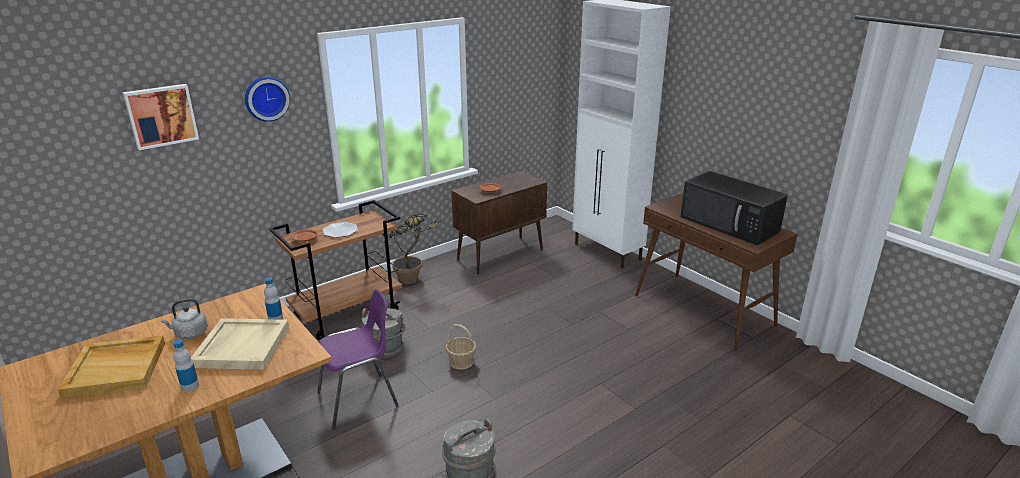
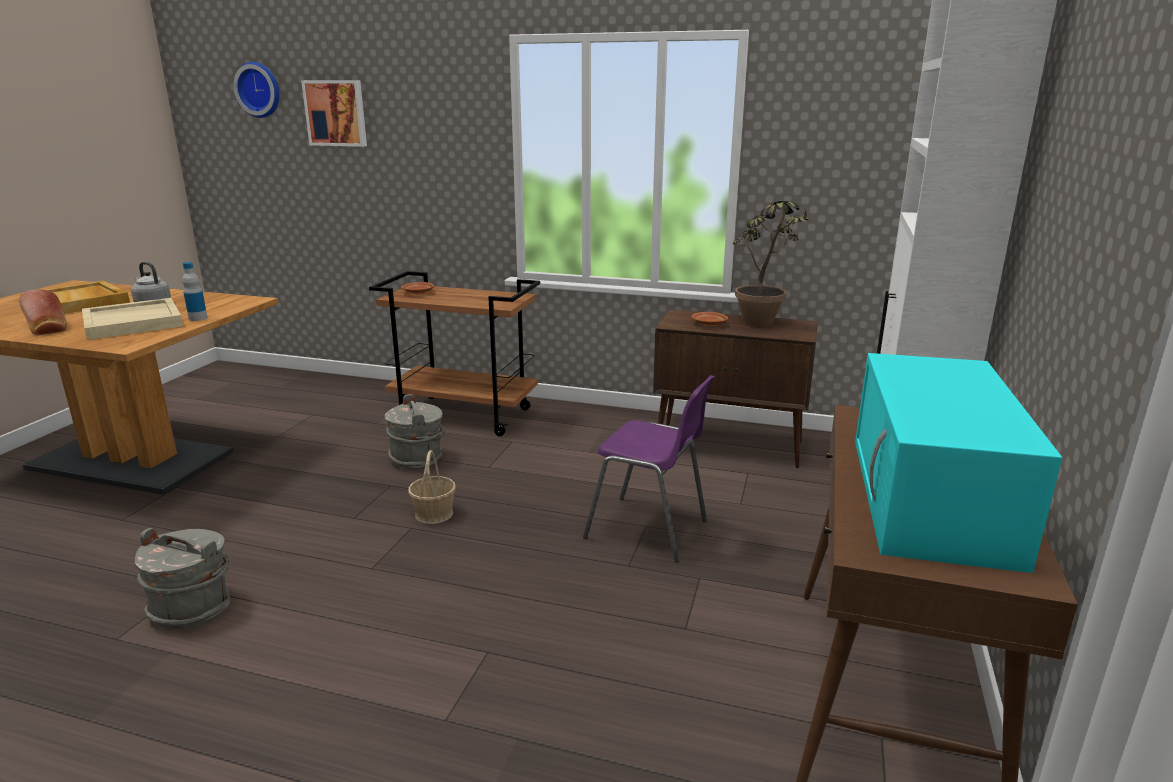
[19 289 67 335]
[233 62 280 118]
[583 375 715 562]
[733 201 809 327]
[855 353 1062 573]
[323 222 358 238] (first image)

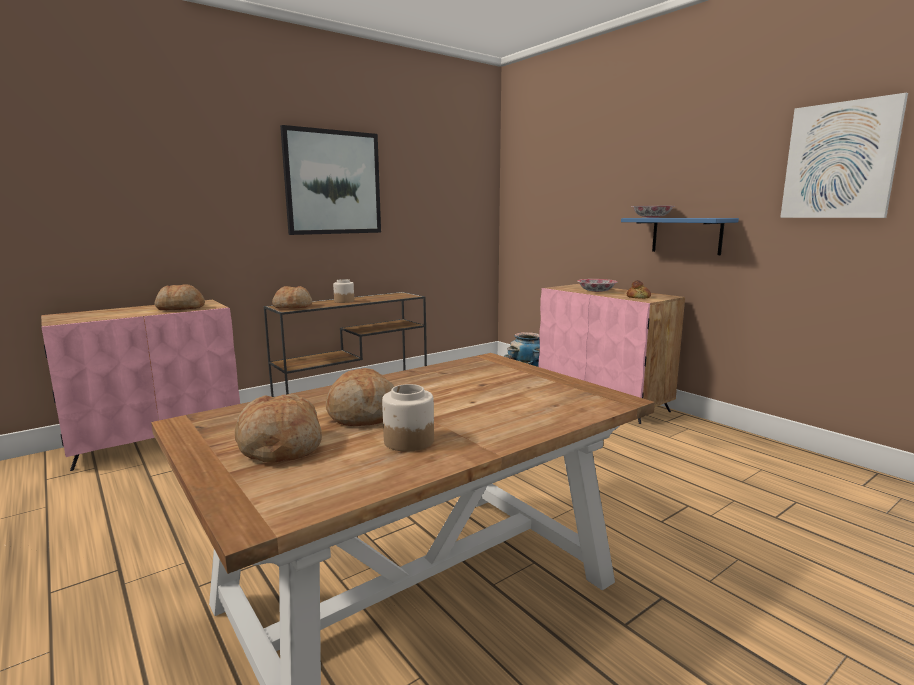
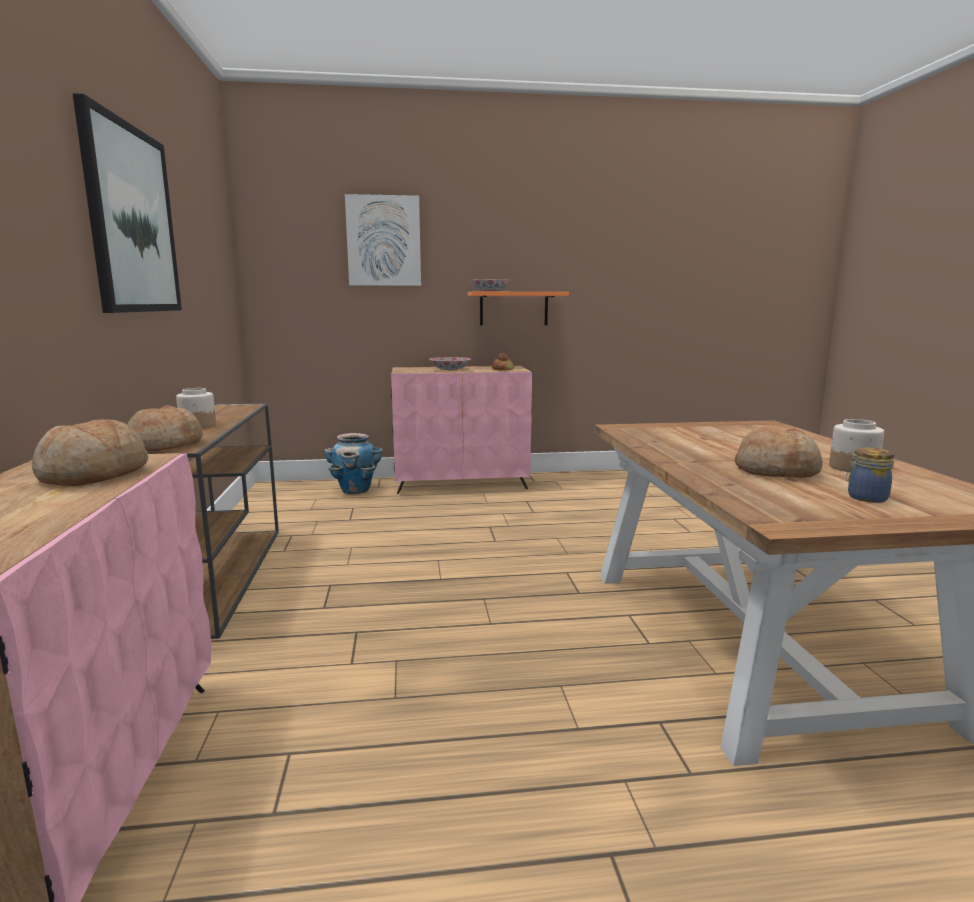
[345 194 421 286]
[468 292 569 326]
[846 447 895 503]

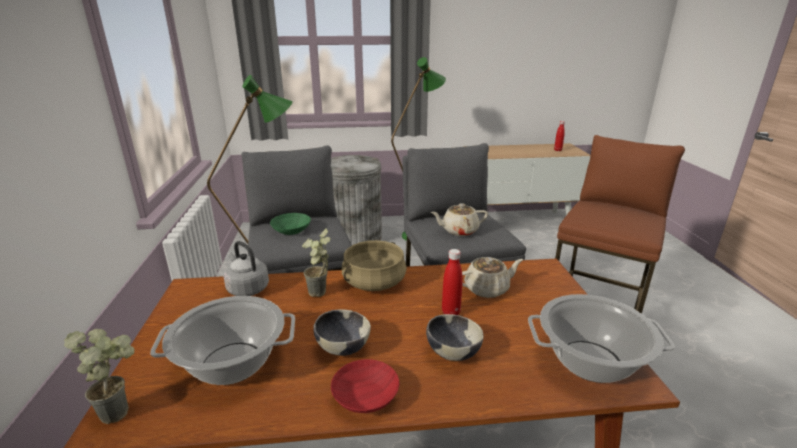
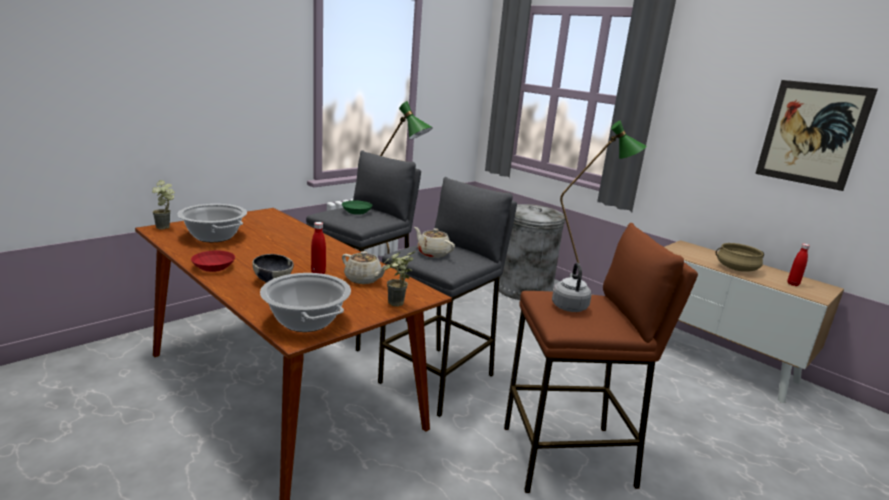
[383 251 416 307]
[552 263 591 312]
[716 243 764 272]
[755 80 878 191]
[313 310 371 356] (first image)

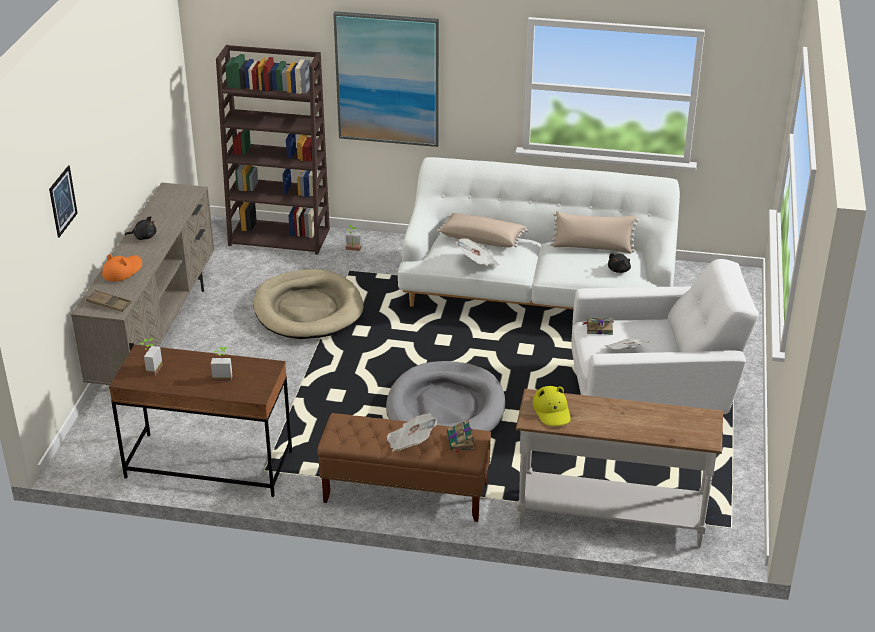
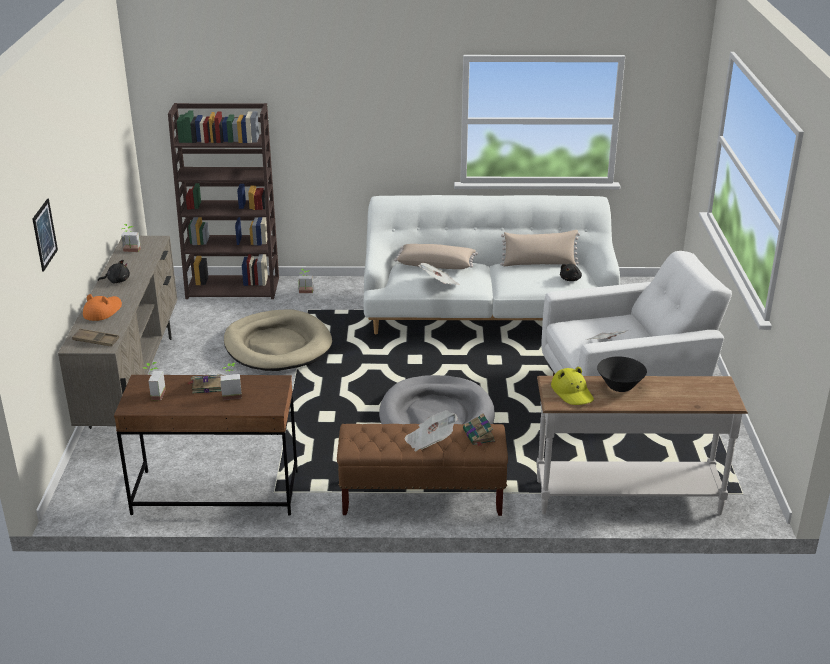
[121 224 141 252]
[188 374 222 394]
[597 356 647 392]
[333 11 439 147] (first image)

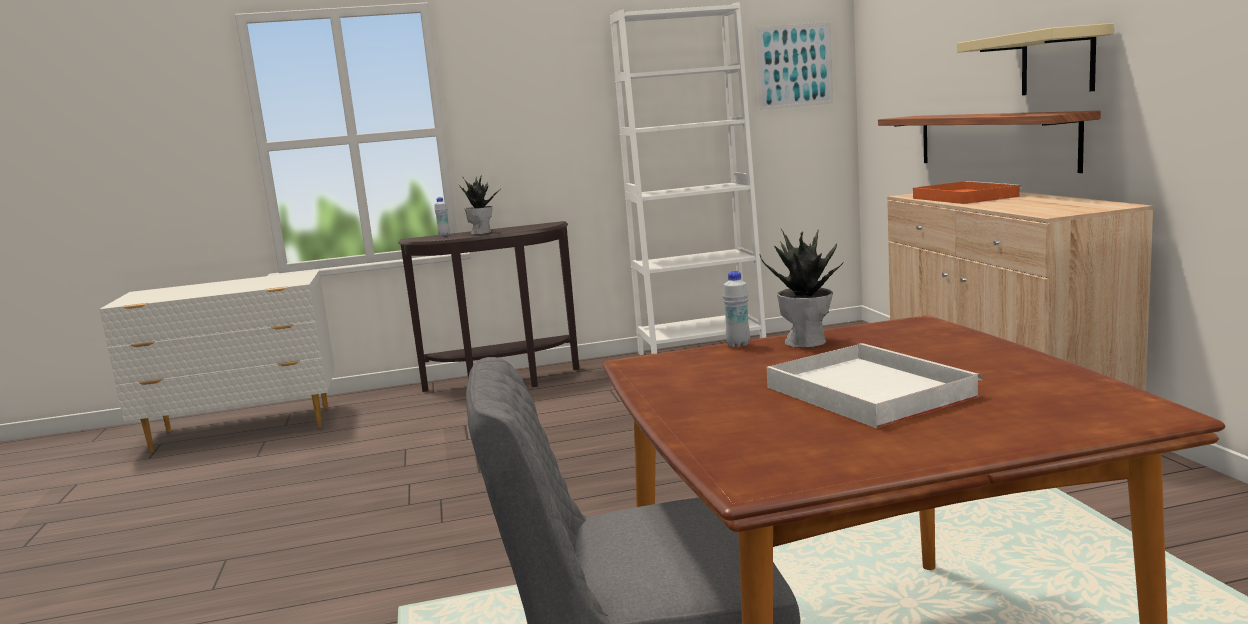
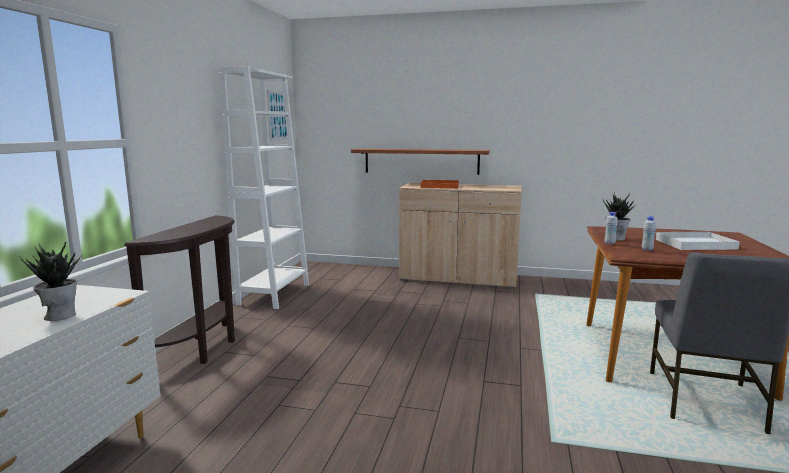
[20 241 82 321]
[642 216 656 251]
[957 23 1114 95] (first image)

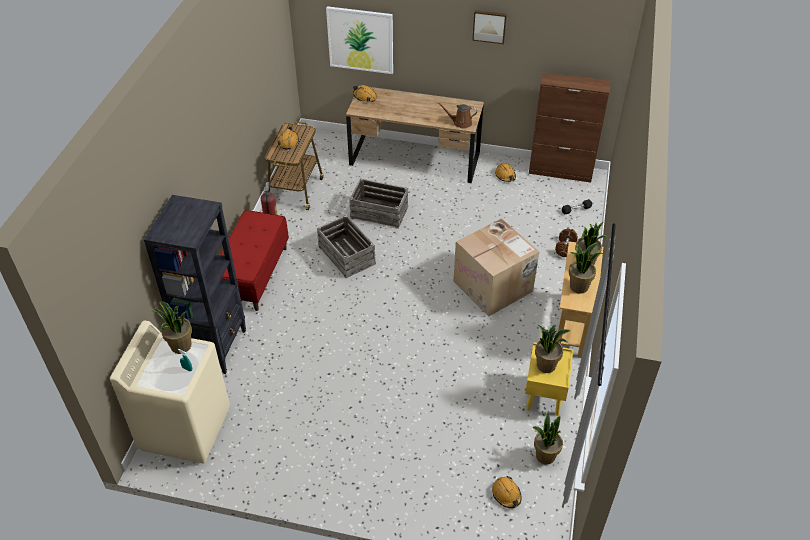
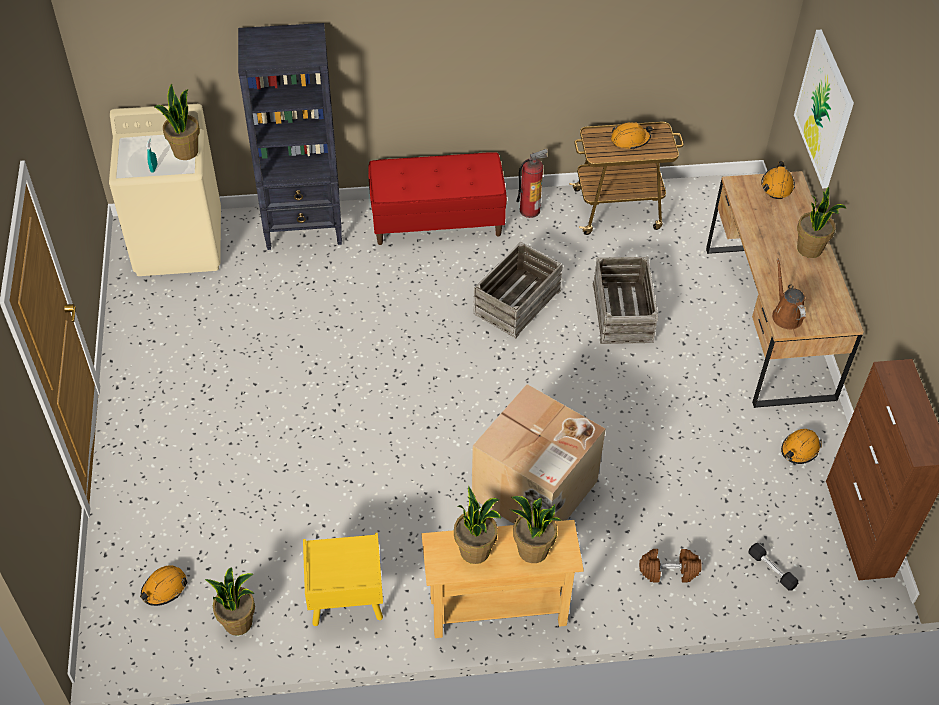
[797 187 847 258]
[472 10 507 44] (first image)

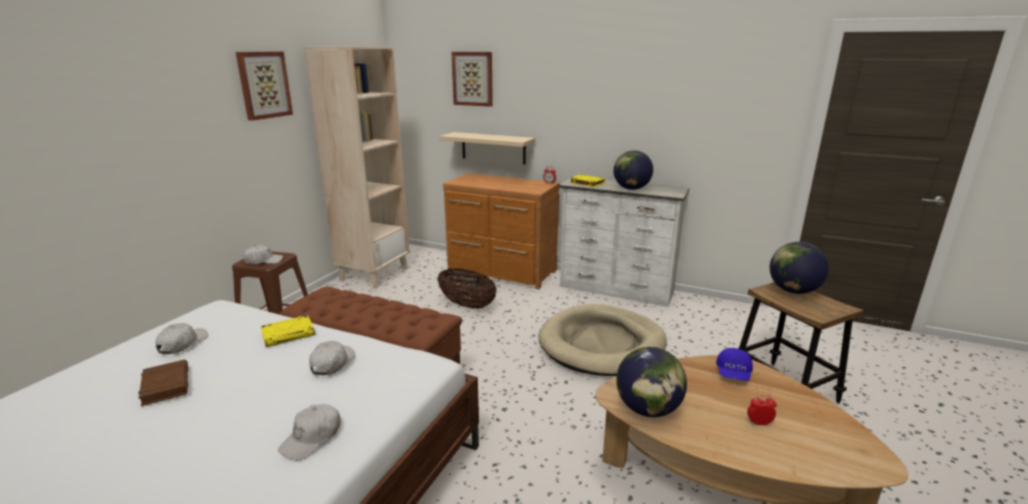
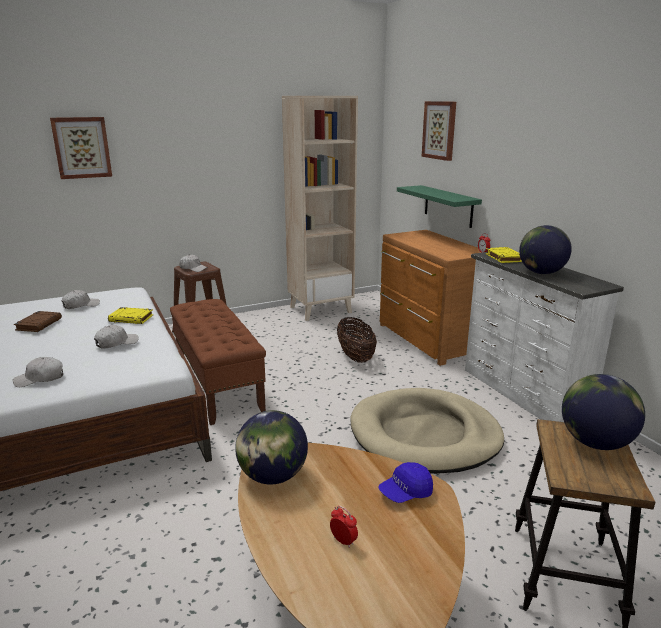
[50 117 112 179]
[397 185 482 228]

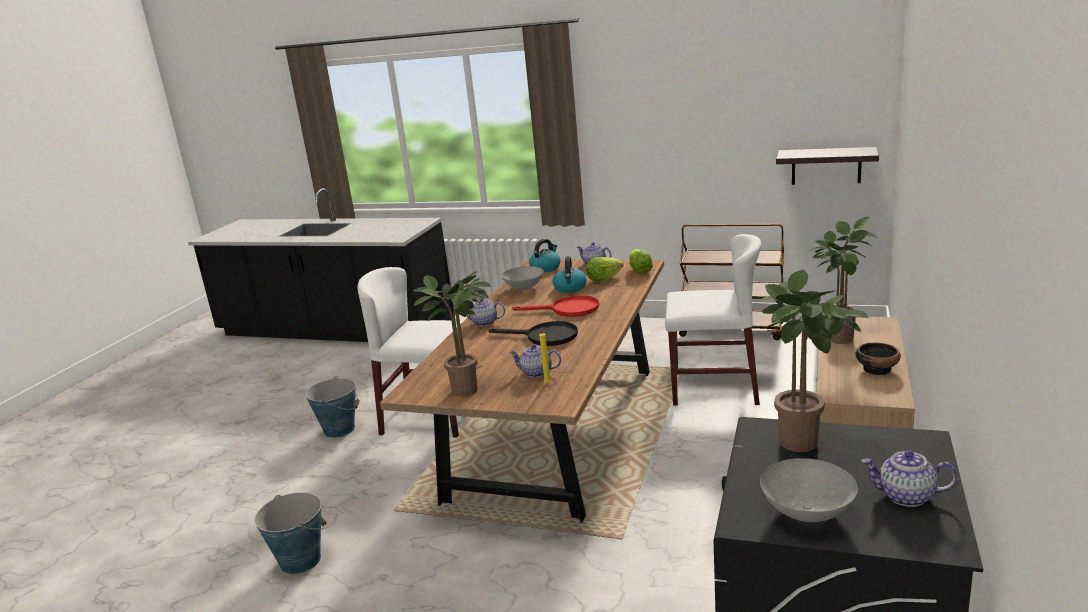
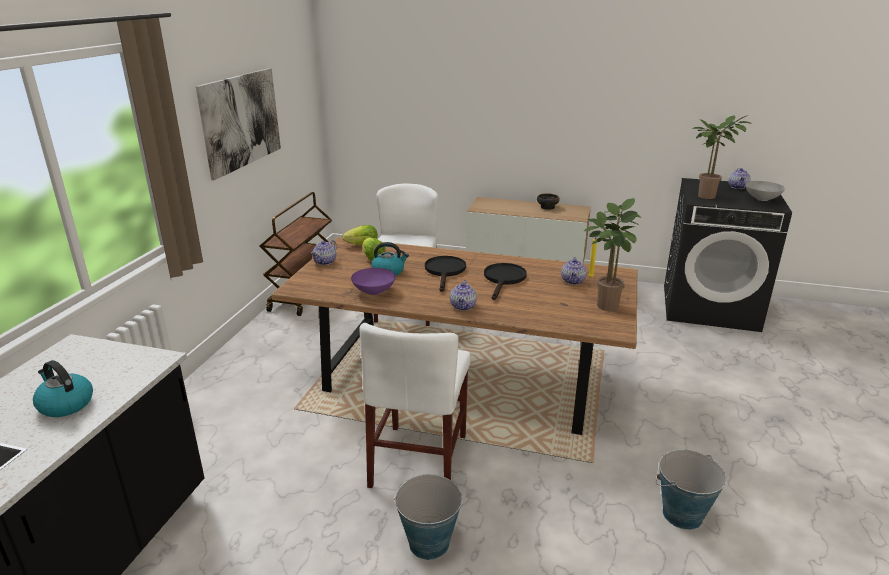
[33 360 93 417]
[196 68 281 180]
[351 268 396 295]
[425 256 466 292]
[776 147 879 185] (first image)
[808 216 878 344] (first image)

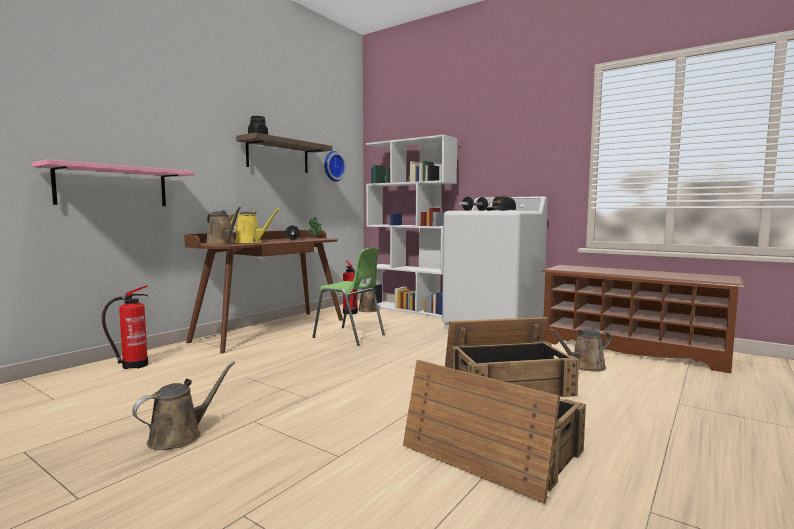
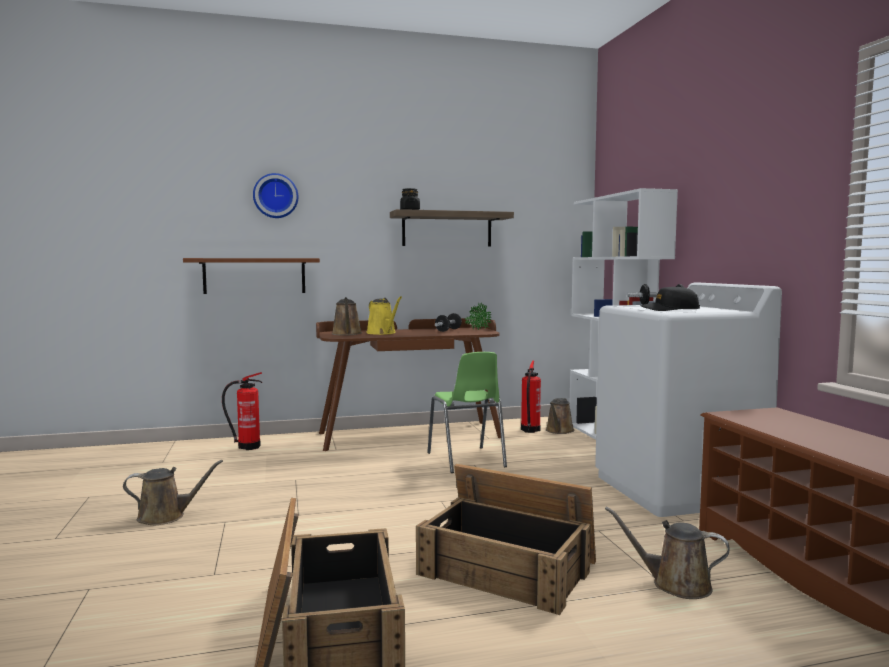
[183 258 320 294]
[253 173 298 218]

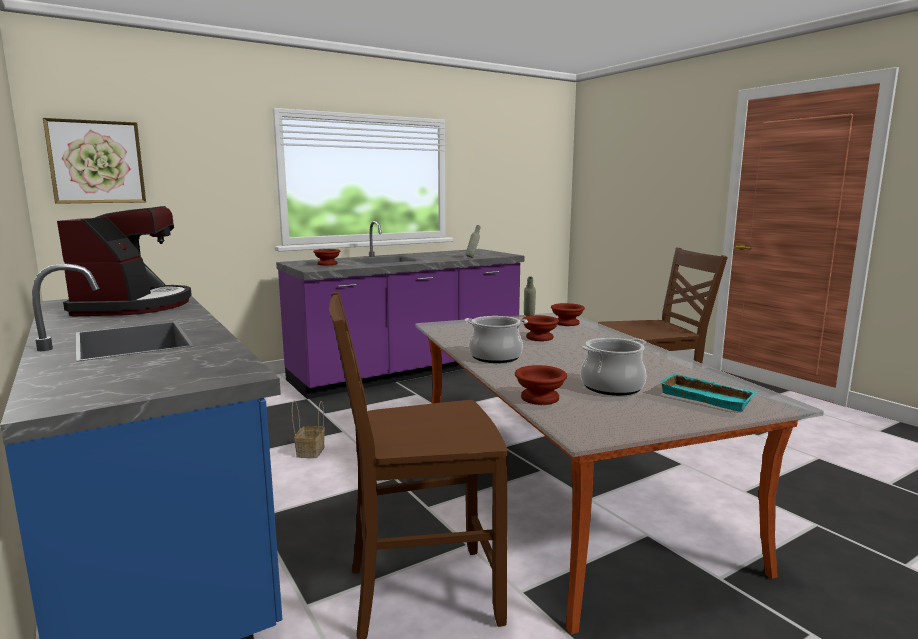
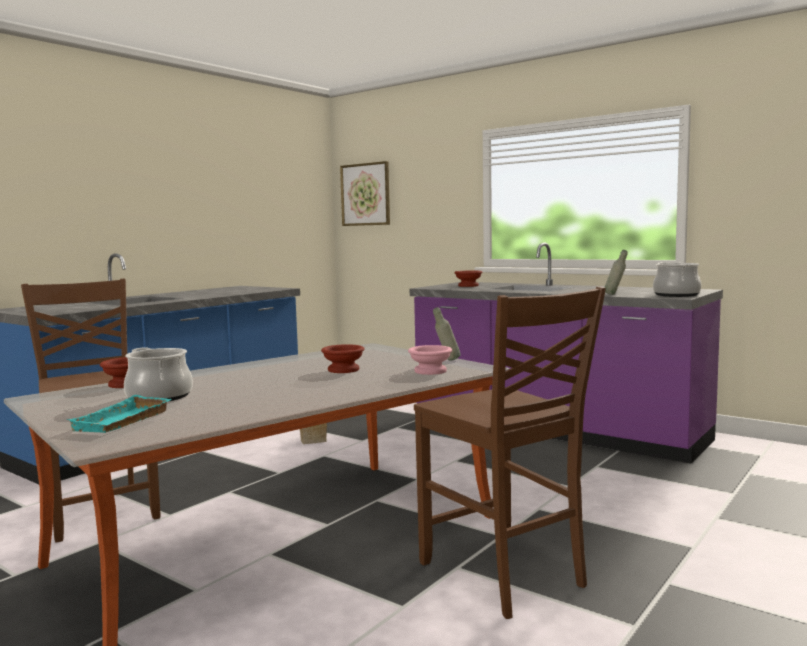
[408 345 452 375]
[653 262 701 297]
[57 206 192 316] (first image)

